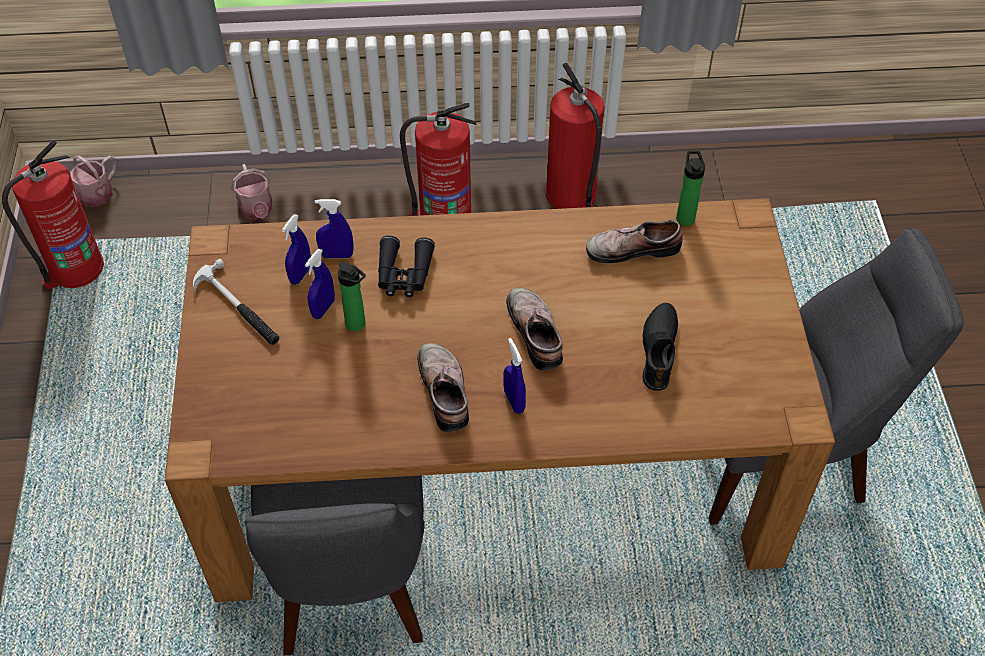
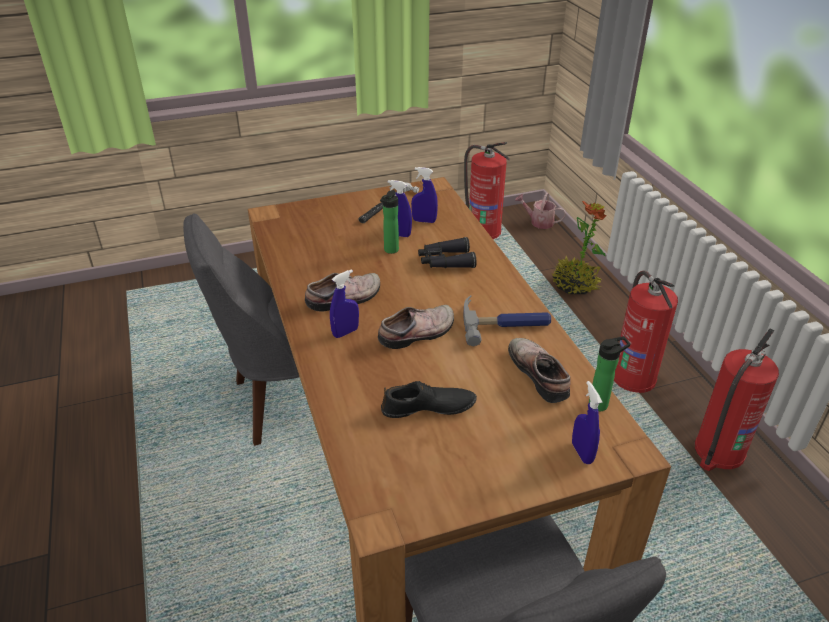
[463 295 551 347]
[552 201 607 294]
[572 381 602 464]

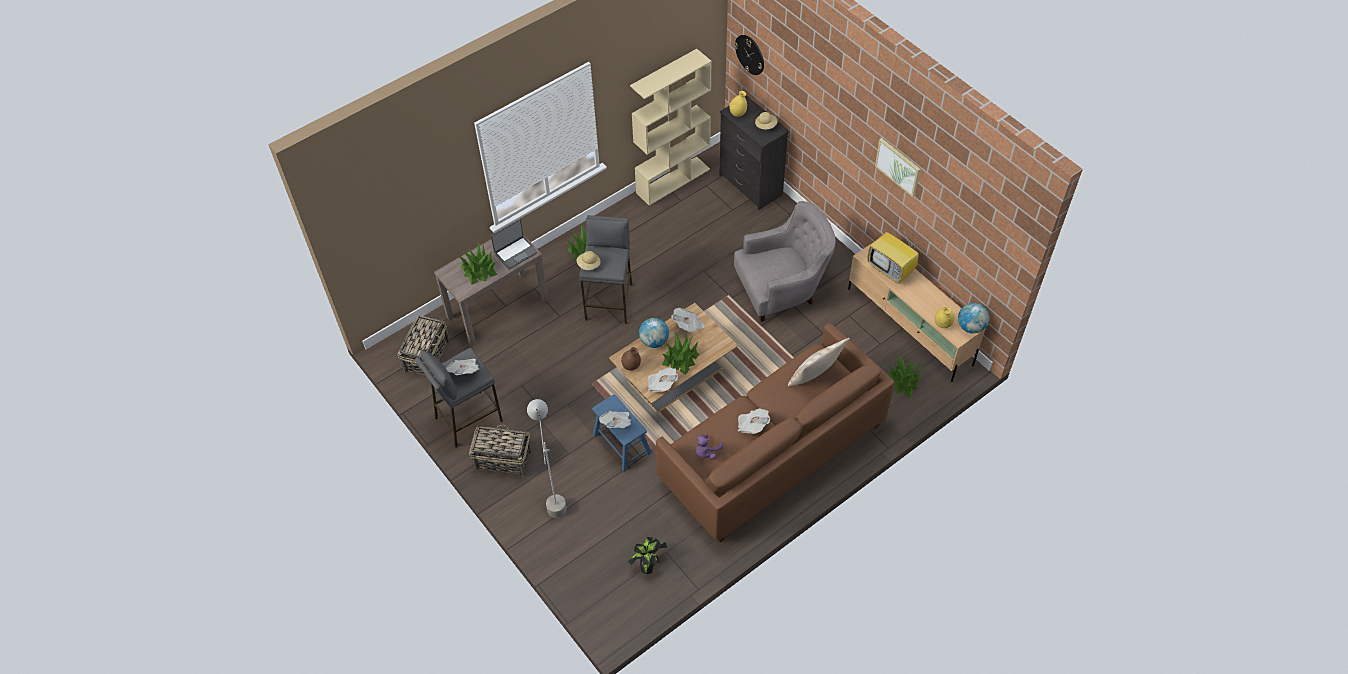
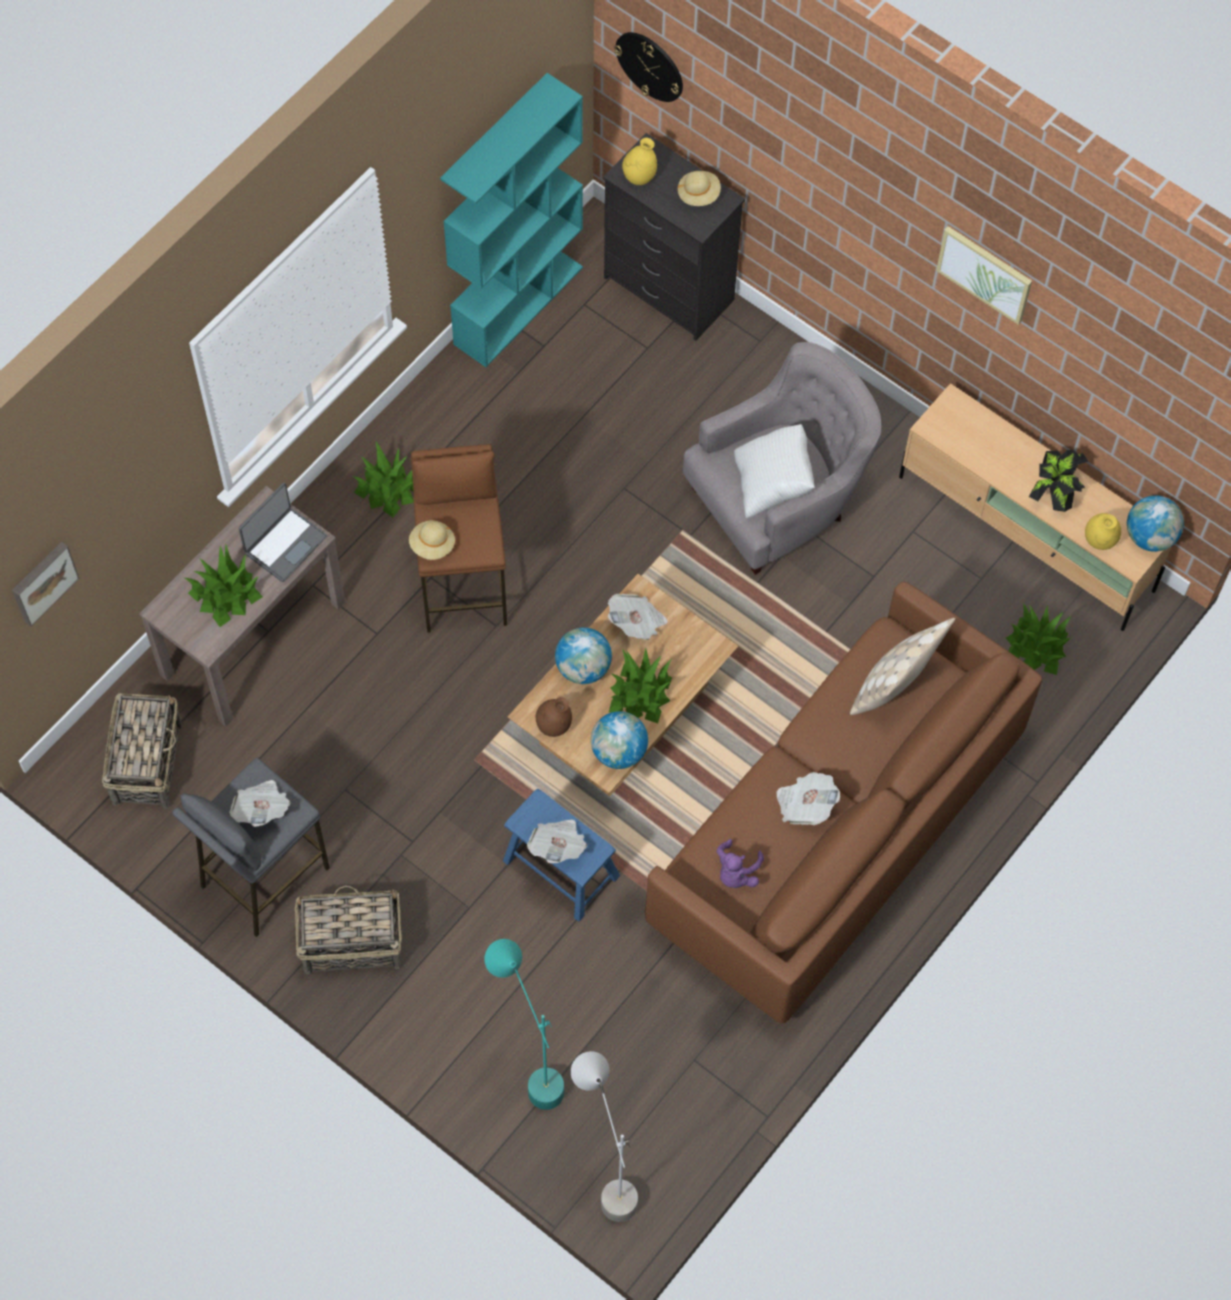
[12 542 80 627]
[411 444 507 633]
[440 73 583 367]
[484 939 564 1110]
[571 1051 638 1222]
[591 711 648 769]
[734 424 814 518]
[1029 450 1088 512]
[867 232 919 284] (first image)

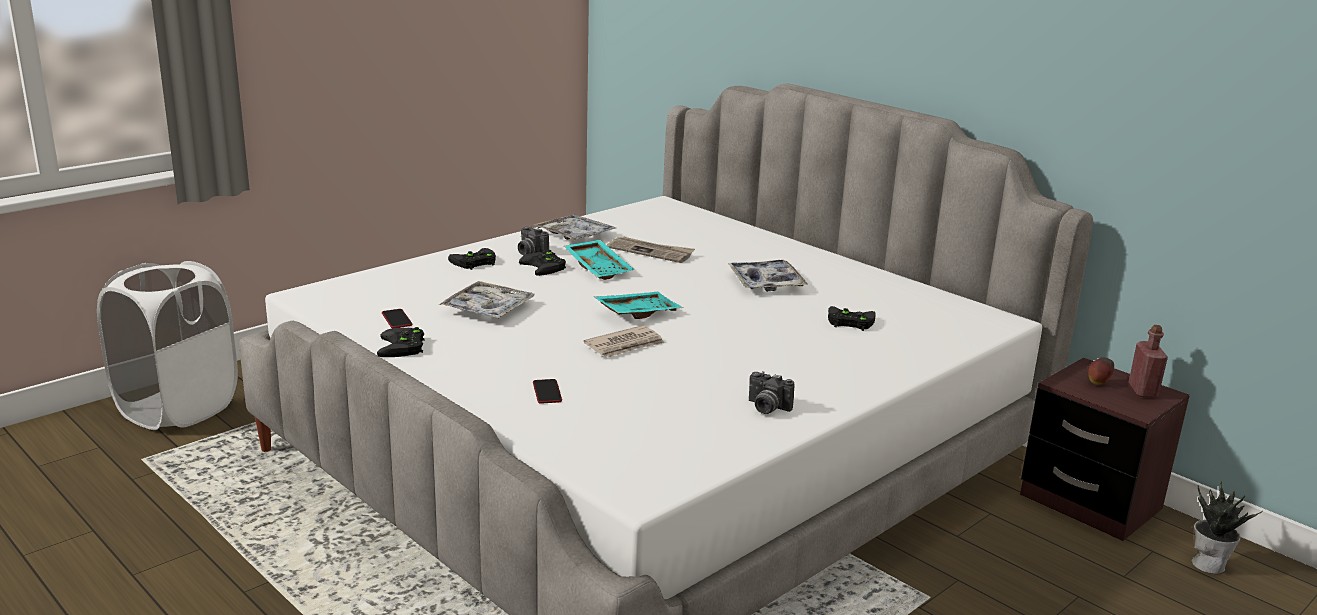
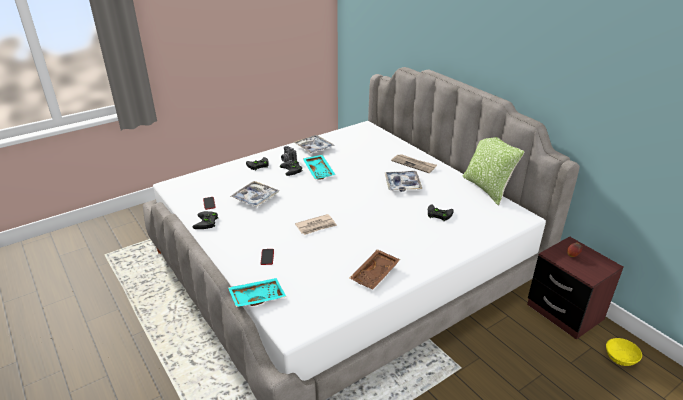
[228 278 286 307]
[350 249 400 289]
[391 154 437 173]
[462 137 525 205]
[606 338 642 366]
[97 261 238 430] (first image)
[1129 325 1168 398] (first image)

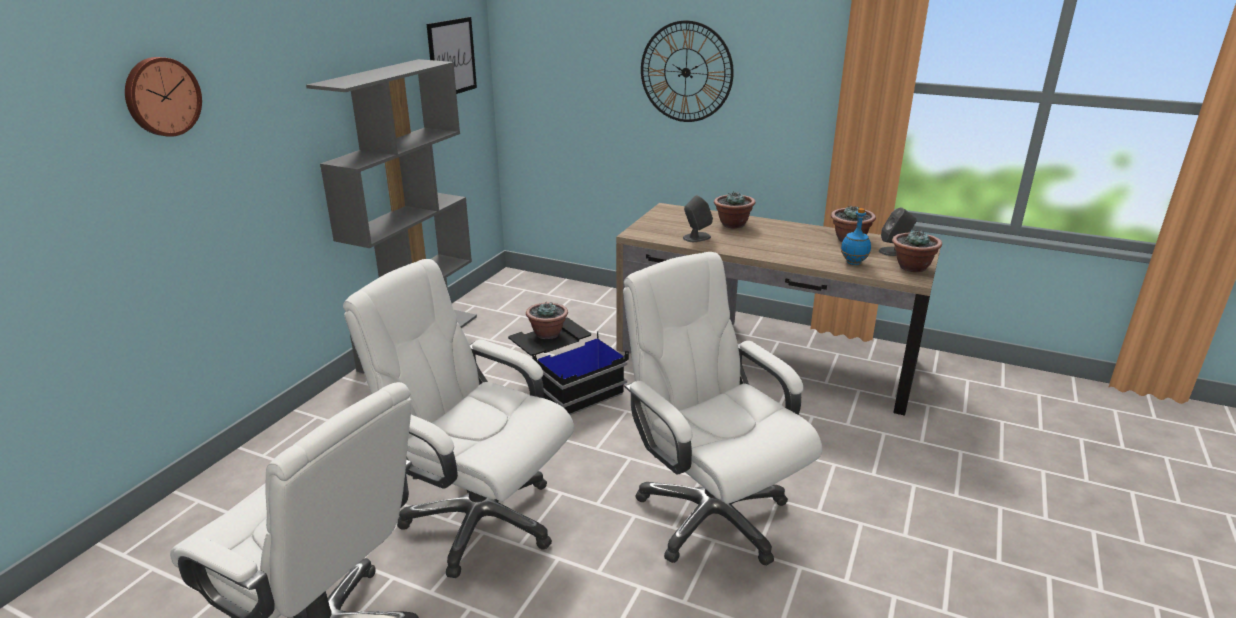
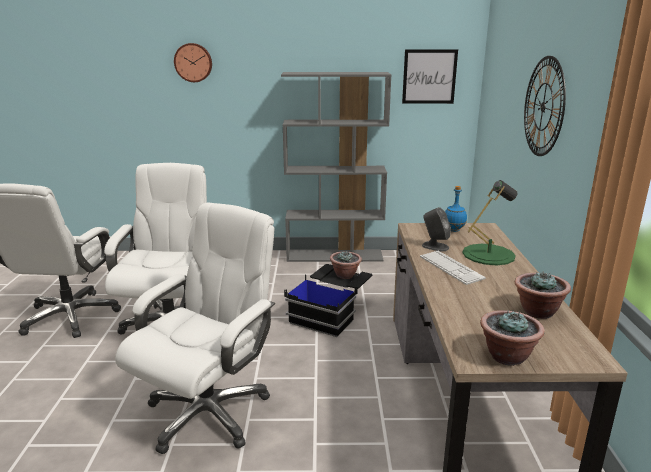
[420 251 486 285]
[445 186 467 232]
[462 180 517 265]
[879 207 917 256] (first image)

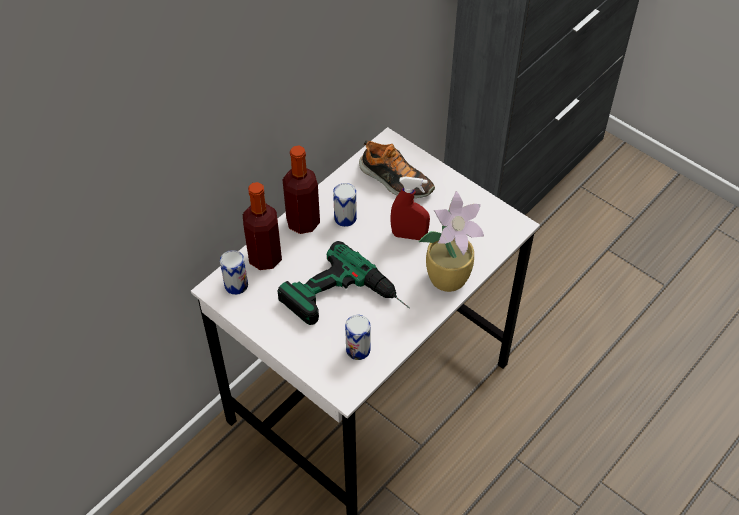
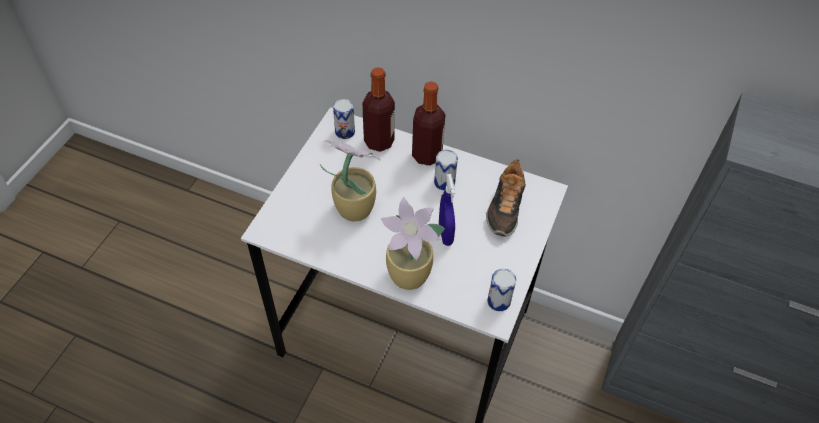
[320 140 380 221]
[439 174 455 246]
[487 269 516 311]

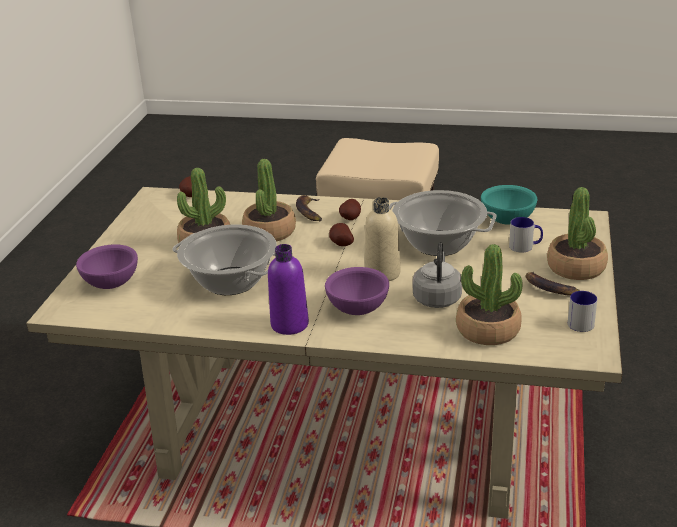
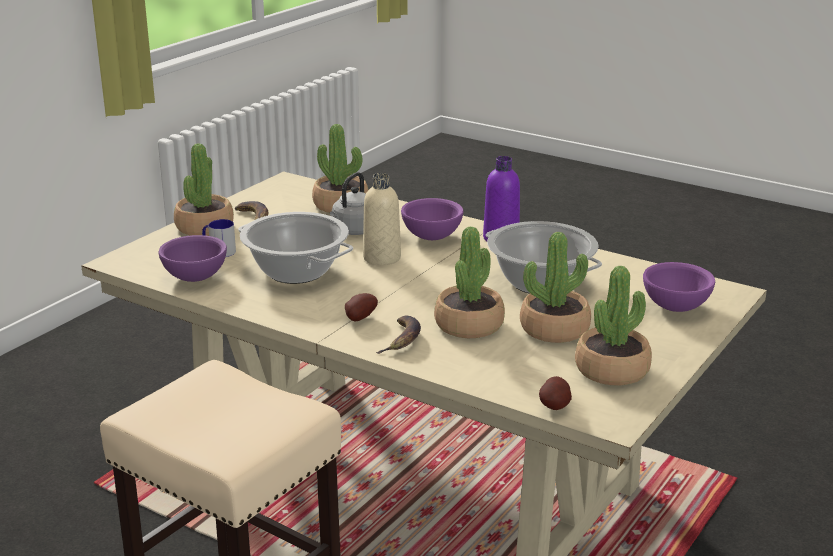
[158 235 227 282]
[575 266 652 385]
[329 223 354 246] (first image)
[568 291 597 332] (first image)

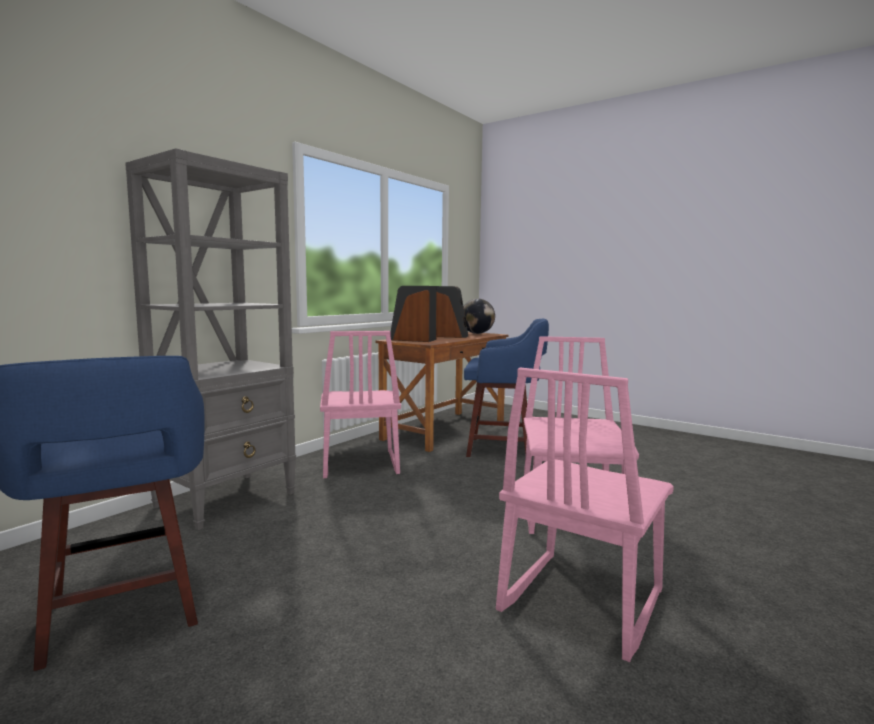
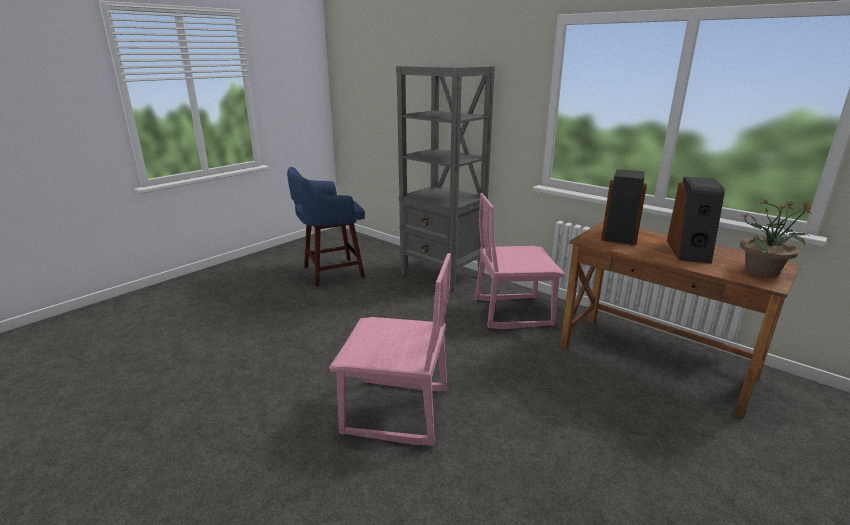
[740 200 812 278]
[464 319 549 457] (first image)
[496 367 674 662] (first image)

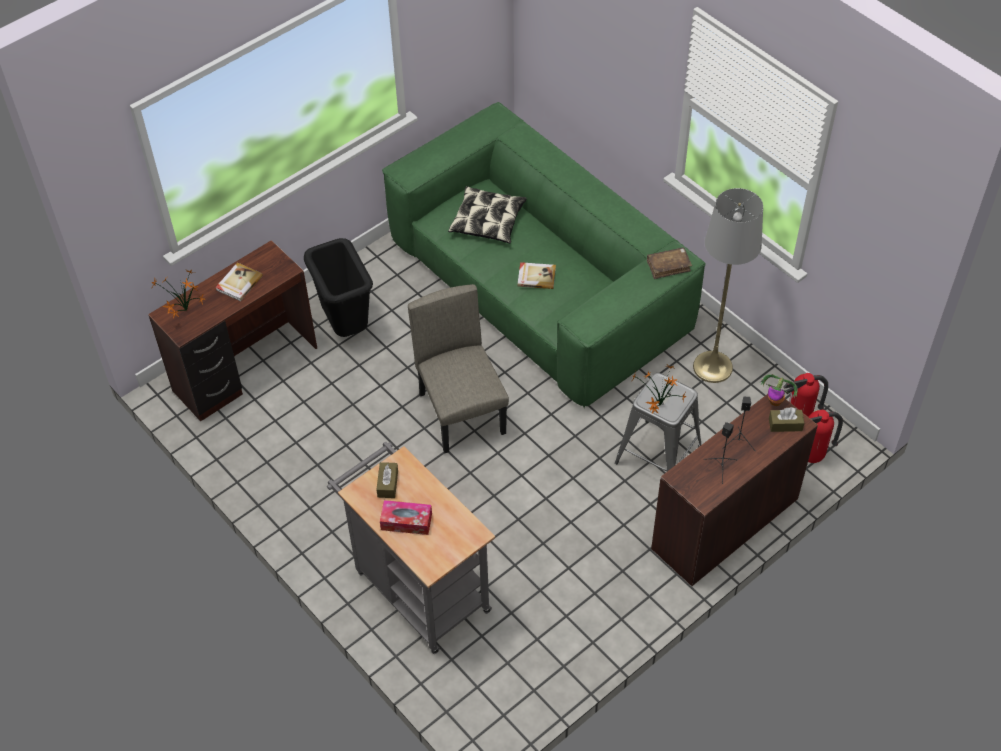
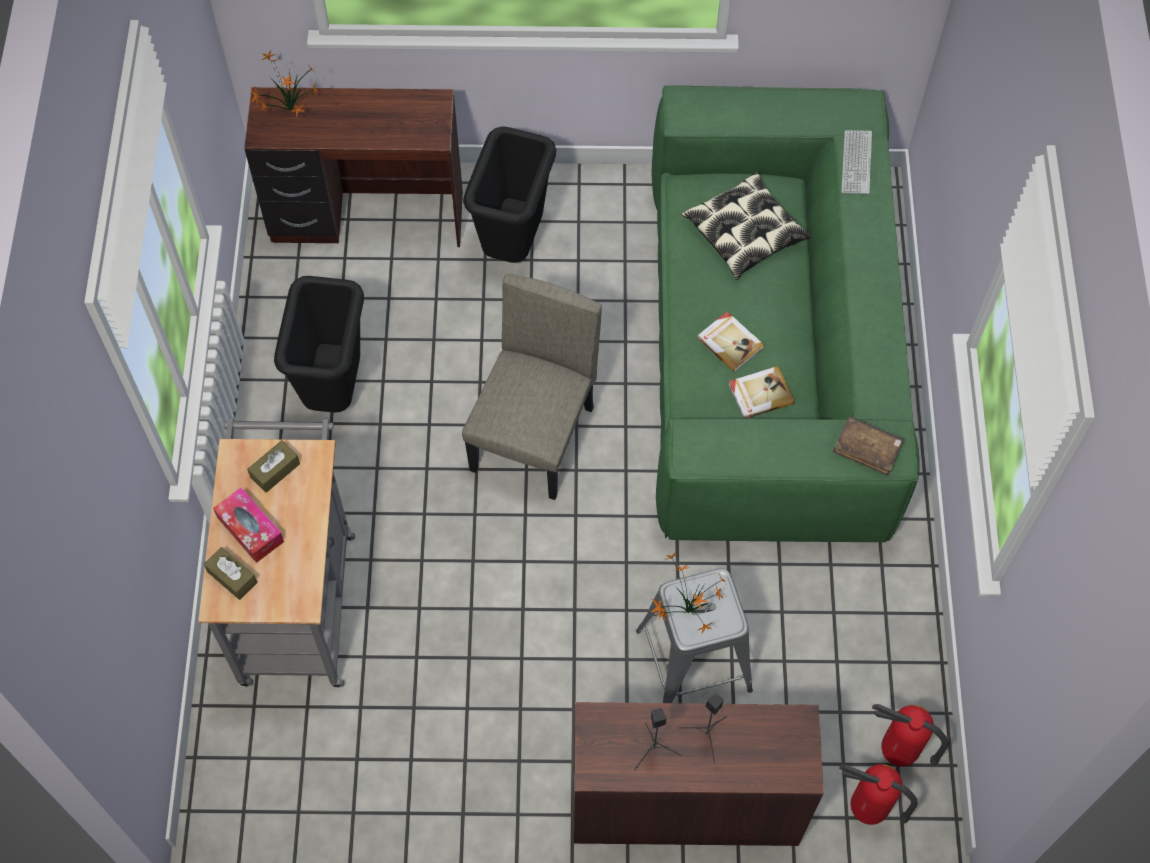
[204 547 257 600]
[274 276 364 413]
[728 366 795 419]
[841 130 872 194]
[693 188 763 383] (first image)
[759 374 798 406] (first image)

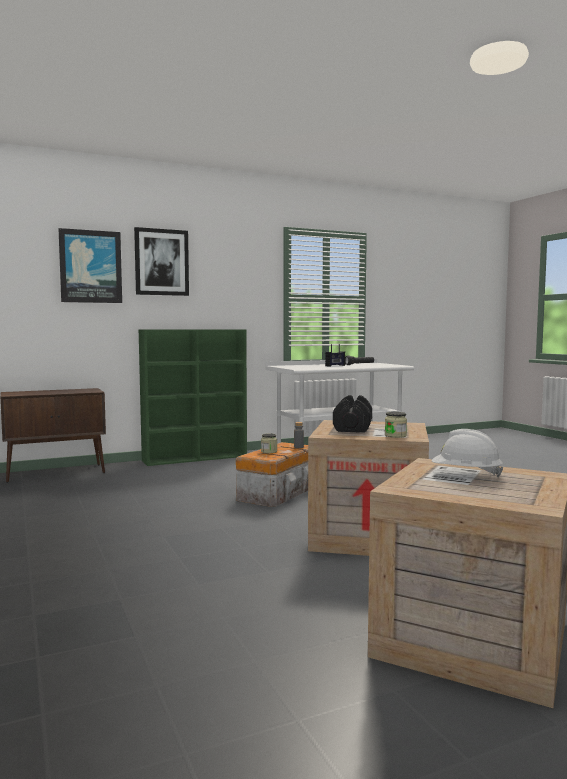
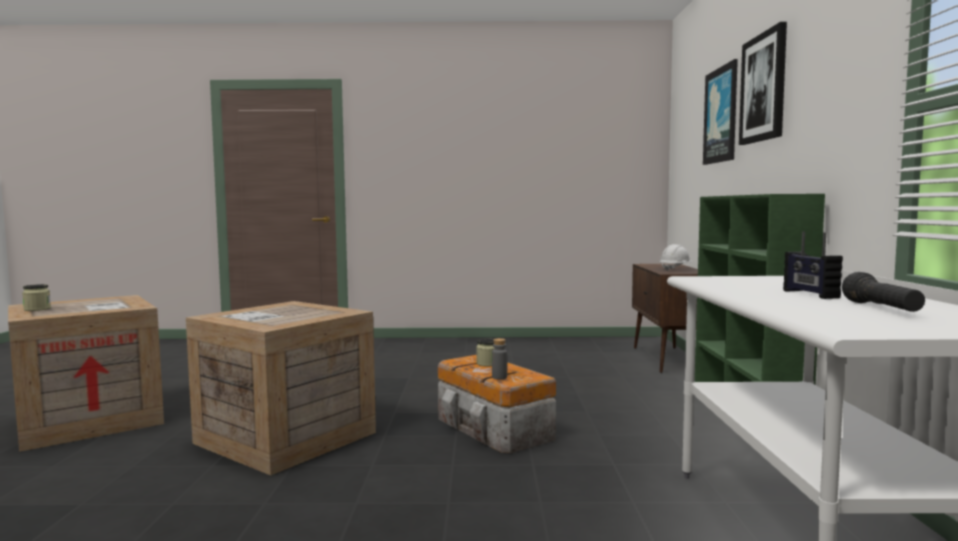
[22 284 51 311]
[659 244 693 271]
[333 395 372 433] (first image)

